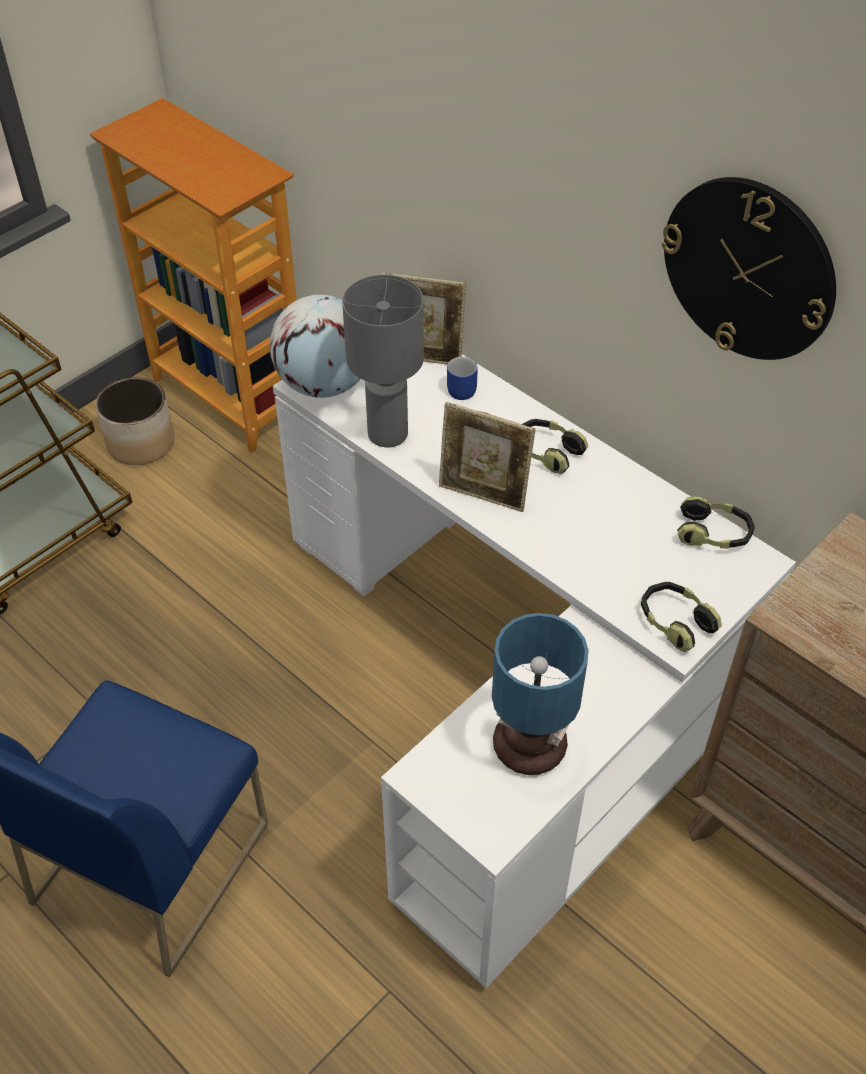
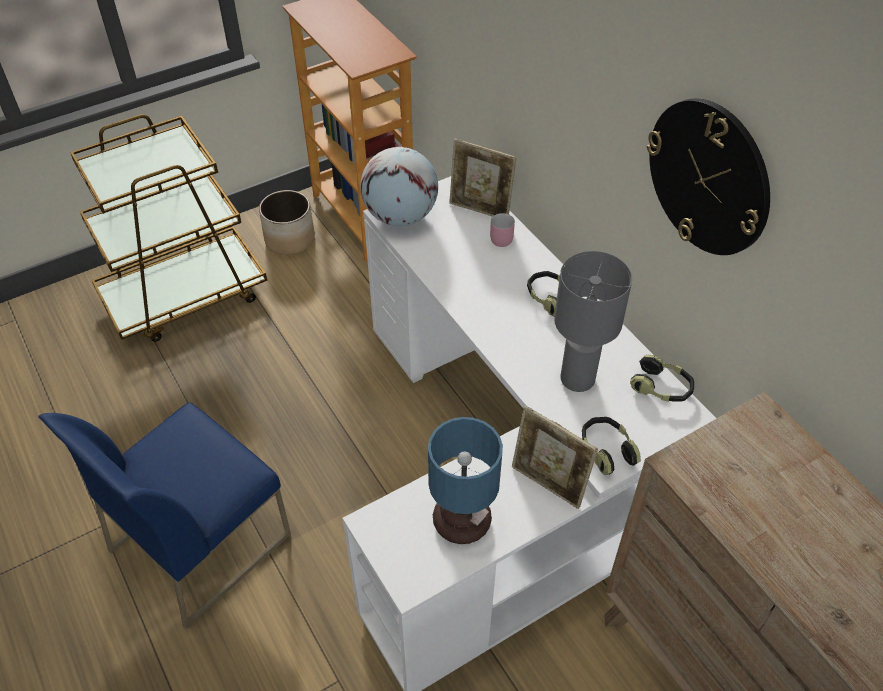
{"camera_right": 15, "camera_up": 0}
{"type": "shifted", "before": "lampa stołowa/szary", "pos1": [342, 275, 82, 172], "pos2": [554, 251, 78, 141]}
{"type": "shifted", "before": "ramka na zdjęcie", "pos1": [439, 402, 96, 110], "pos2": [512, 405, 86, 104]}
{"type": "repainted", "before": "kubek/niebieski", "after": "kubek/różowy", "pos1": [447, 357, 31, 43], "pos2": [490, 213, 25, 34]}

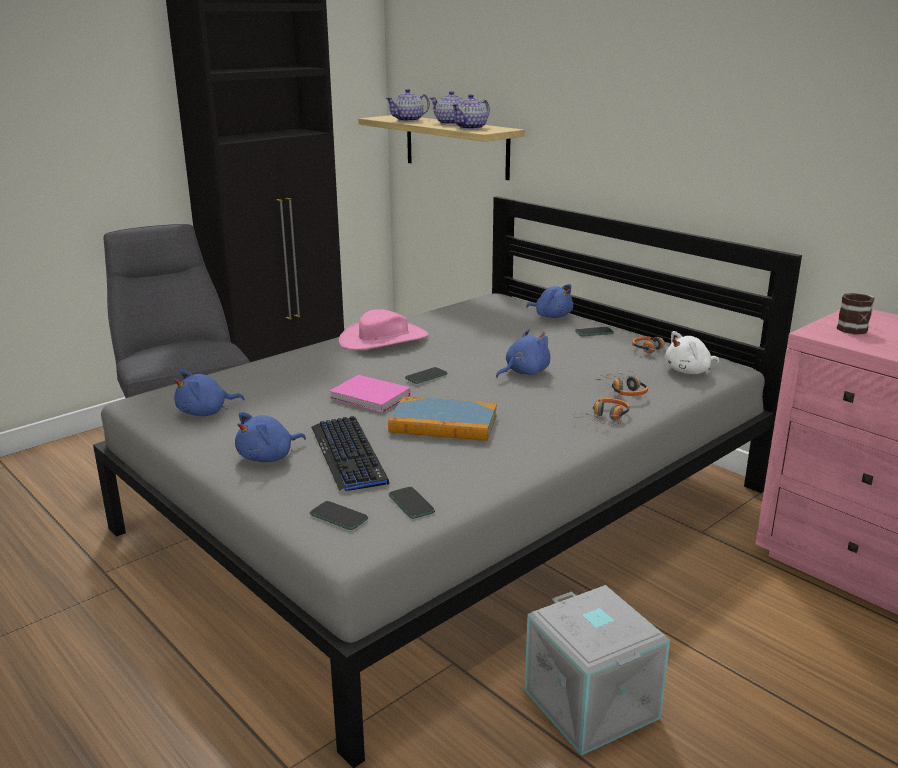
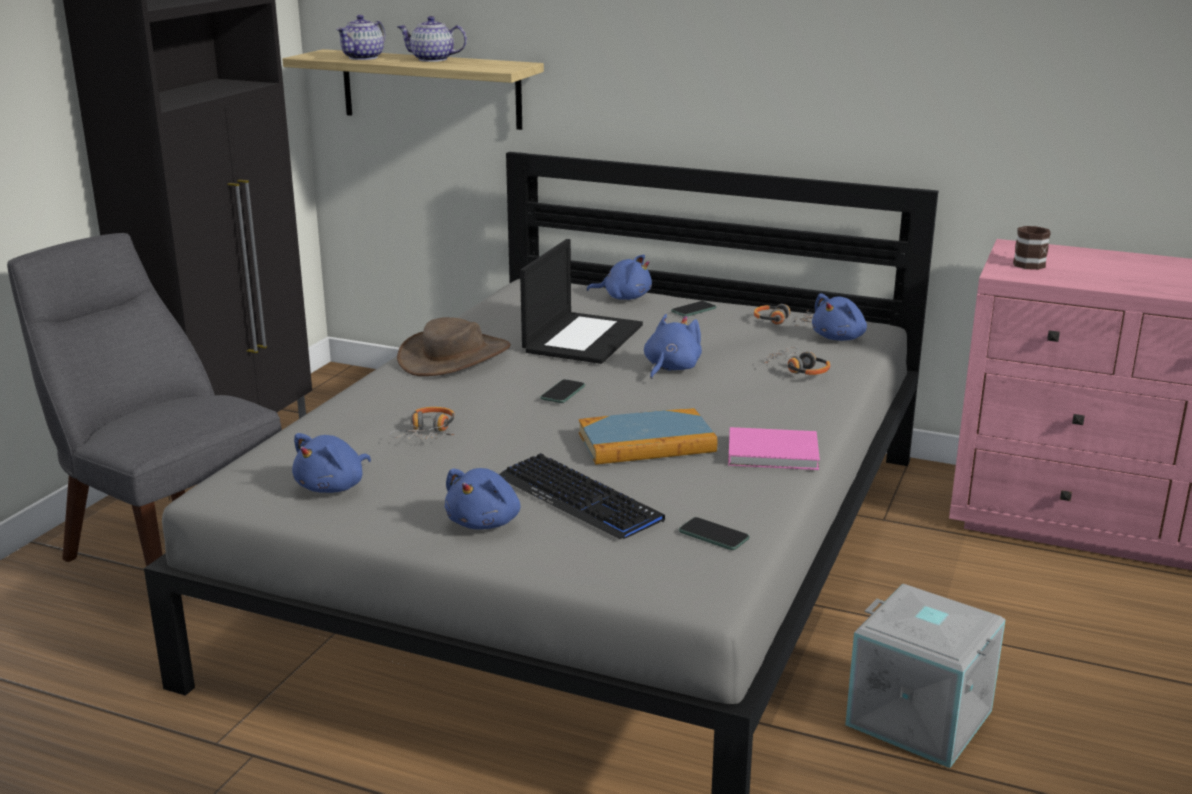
{"camera_right": -25, "camera_up": 0}
{"type": "gone", "before": "telefon", "pos1": [310, 501, 58, 29]}
{"type": "gone", "before": "imbryk", "pos1": [451, 94, 39, 36]}
{"type": "new", "after": "laptop", "pos2": [520, 239, 123, 125]}
{"type": "shifted", "before": "książka/różowy", "pos1": [329, 375, 81, 37], "pos2": [728, 427, 92, 43]}
{"type": "shifted", "before": "słuchawki", "pos1": [573, 398, 57, 27], "pos2": [390, 407, 65, 32]}
{"type": "repainted", "before": "kapelusz/różowy", "after": "kapelusz/brązowy", "pos1": [339, 309, 90, 41], "pos2": [397, 317, 114, 59]}
{"type": "repainted", "before": "pluszak/biały", "after": "pluszak/niebieski", "pos1": [665, 331, 54, 43], "pos2": [812, 293, 55, 48]}

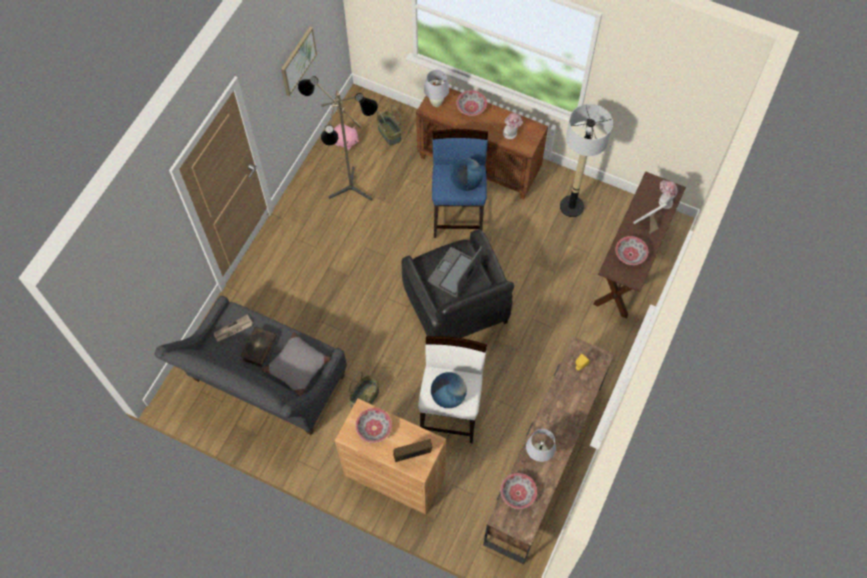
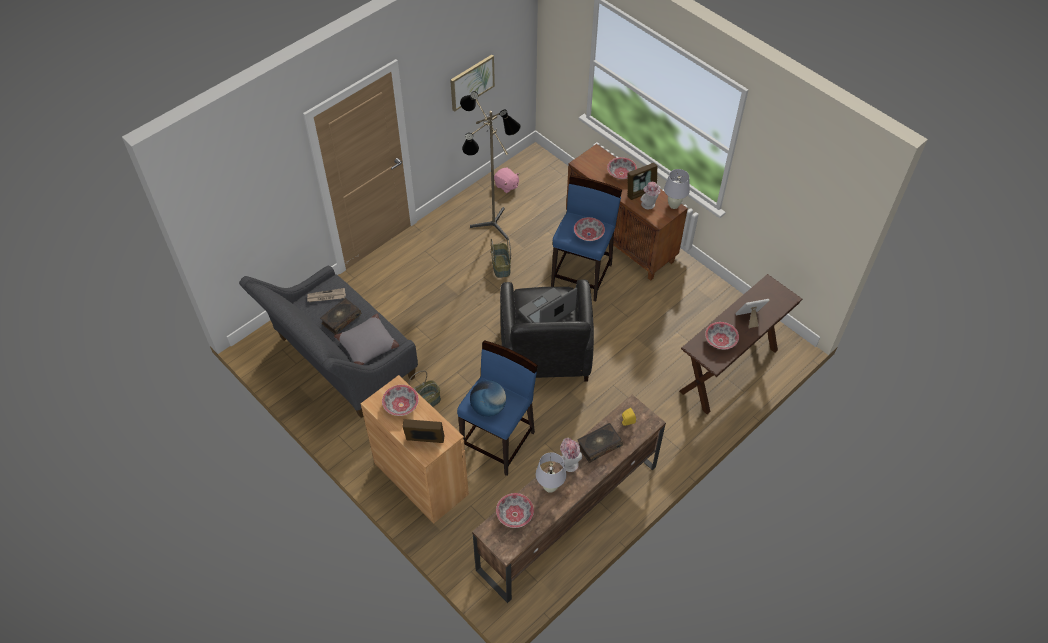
{"camera_right": 20, "camera_up": -10}
{"type": "gone", "before": "lampa stojąca", "pos1": [560, 104, 53, 113]}
{"type": "new", "after": "książka", "pos2": [578, 423, 45, 40]}
{"type": "new", "after": "ramka na zdjęcie", "pos2": [628, 163, 29, 37]}
{"type": "shifted", "before": "koszyk", "pos1": [376, 105, 26, 41], "pos2": [491, 237, 20, 41]}
{"type": "shifted", "before": "lampa stołowa/biały", "pos1": [424, 70, 25, 37], "pos2": [664, 169, 26, 40]}
{"type": "shifted", "before": "kapelusz", "pos1": [659, 180, 19, 29], "pos2": [560, 438, 22, 34]}
{"type": "swapped", "before": "globus", "after": "miska", "pos1": [450, 158, 33, 33], "pos2": [574, 217, 31, 24]}
{"type": "repainted", "before": "stołek/biały", "after": "stołek/niebieski", "pos1": [418, 336, 69, 108], "pos2": [457, 340, 81, 136]}

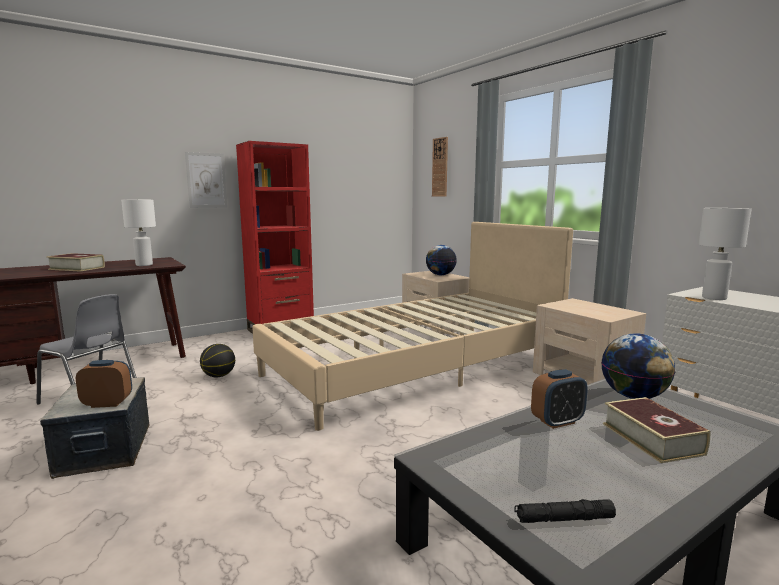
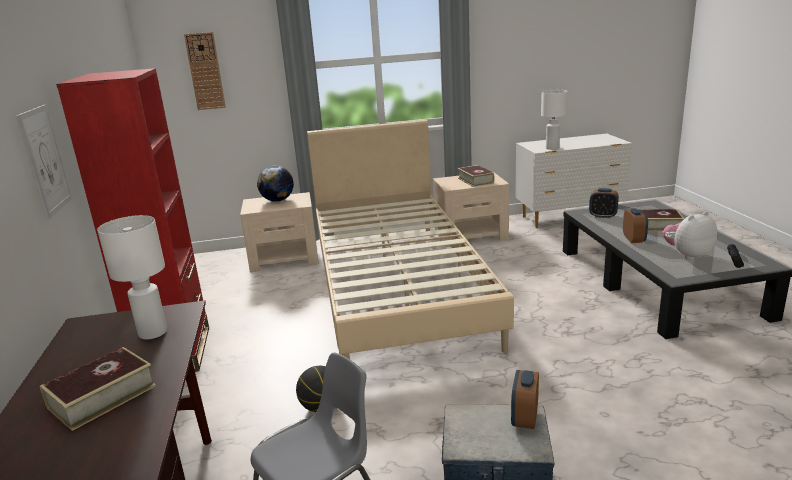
{"camera_right": -65, "camera_up": 10}
{"type": "new", "after": "książka", "pos2": [458, 165, 36, 22]}
{"type": "new", "after": "pluszak", "pos2": [663, 211, 54, 49]}
{"type": "swapped", "before": "globus", "after": "budzik", "pos1": [601, 334, 74, 65], "pos2": [589, 188, 30, 30]}

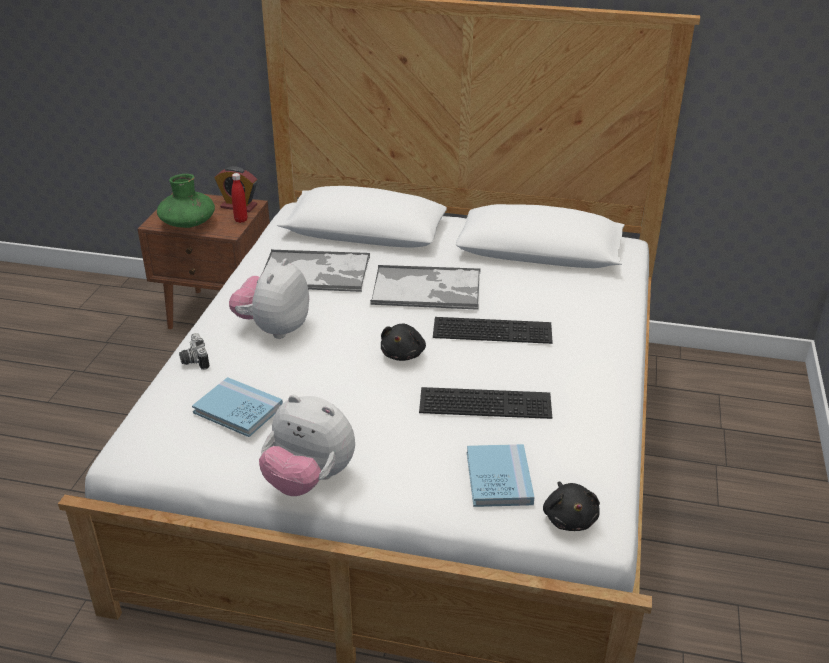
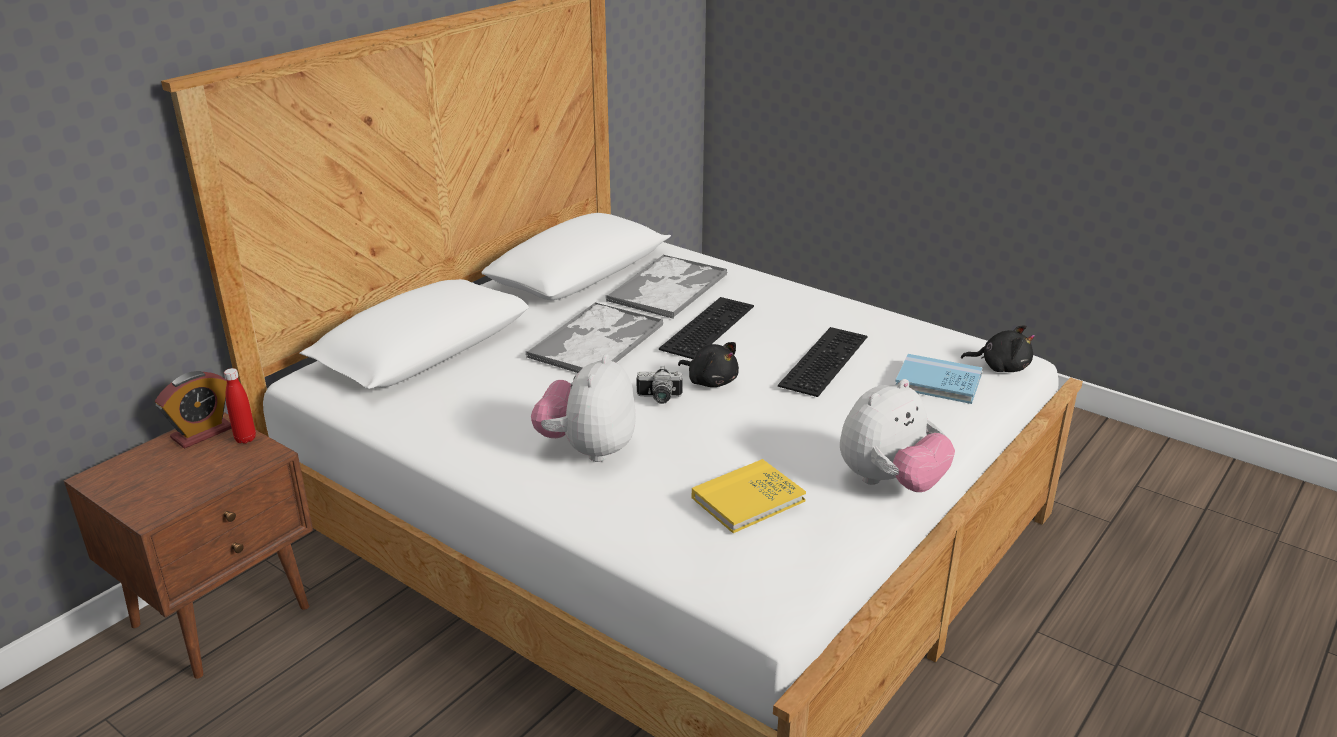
{"camera_right": -65, "camera_up": -5}
{"type": "gone", "before": "wazon/zielony", "pos1": [157, 174, 58, 54]}
{"type": "shifted", "before": "aparat fotograficzny", "pos1": [179, 333, 30, 37], "pos2": [636, 366, 47, 38]}
{"type": "shifted", "before": "taca", "pos1": [263, 250, 107, 42], "pos2": [606, 255, 121, 64]}
{"type": "repainted", "before": "książka/niebieski", "after": "książka/żółty", "pos1": [192, 377, 91, 60], "pos2": [692, 459, 114, 74]}
{"type": "rotated", "before": "pluszak", "pos1": [229, 258, 80, 81], "pos2": [531, 354, 105, 108], "turn": 60}

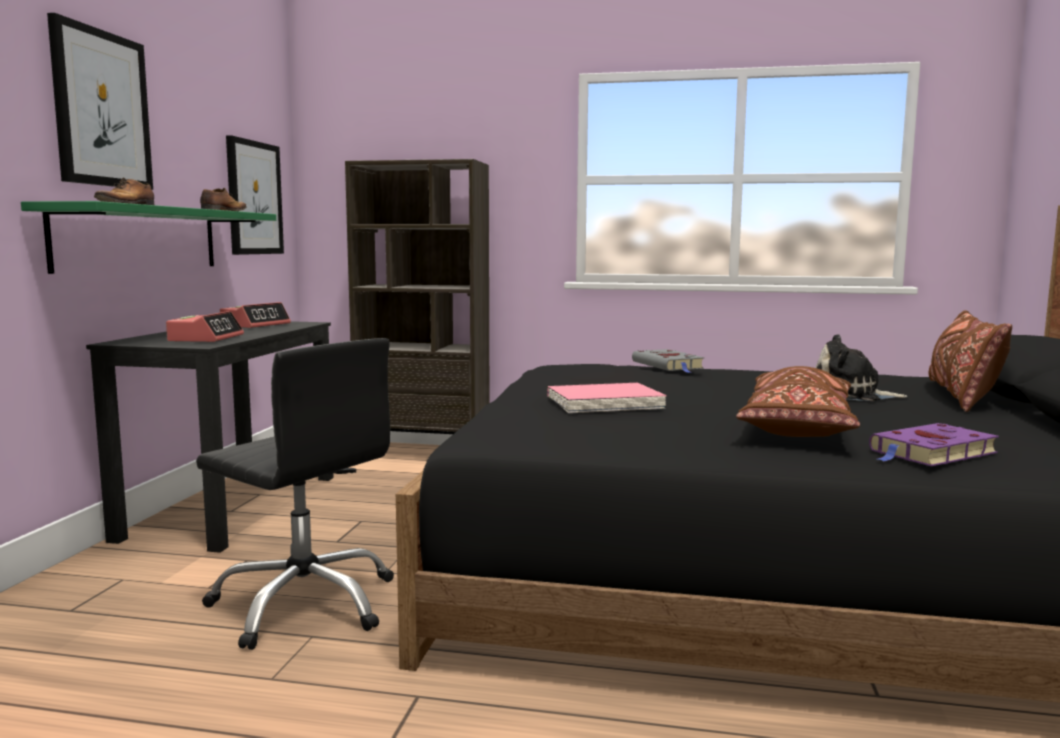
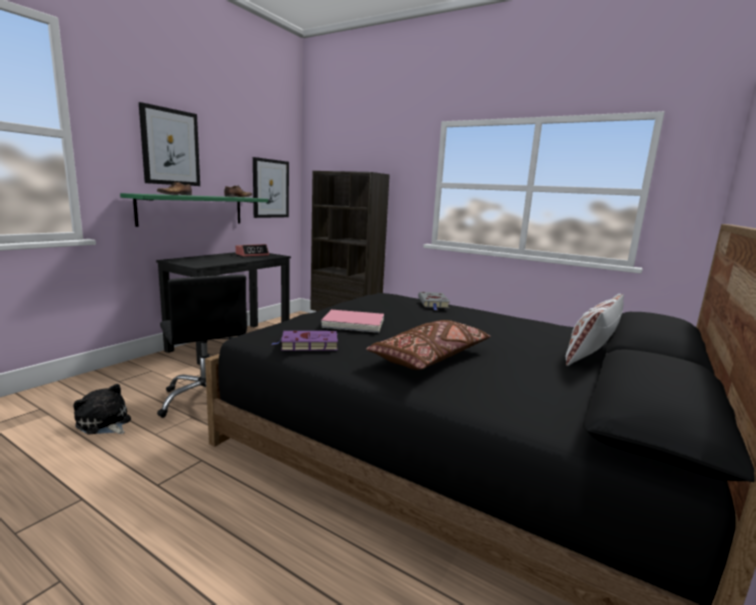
{"camera_right": 20, "camera_up": 5}
{"type": "gone", "before": "budzik", "pos1": [166, 311, 78, 31]}
{"type": "shifted", "before": "pluszak", "pos1": [816, 334, 92, 67], "pos2": [73, 384, 58, 51]}
{"type": "shifted", "before": "książka/fioletowy", "pos1": [869, 423, 130, 43], "pos2": [271, 331, 67, 20]}
{"type": "repainted", "before": "poduszka/brązowy", "after": "poduszka/biały", "pos1": [929, 310, 83, 102], "pos2": [566, 294, 58, 72]}

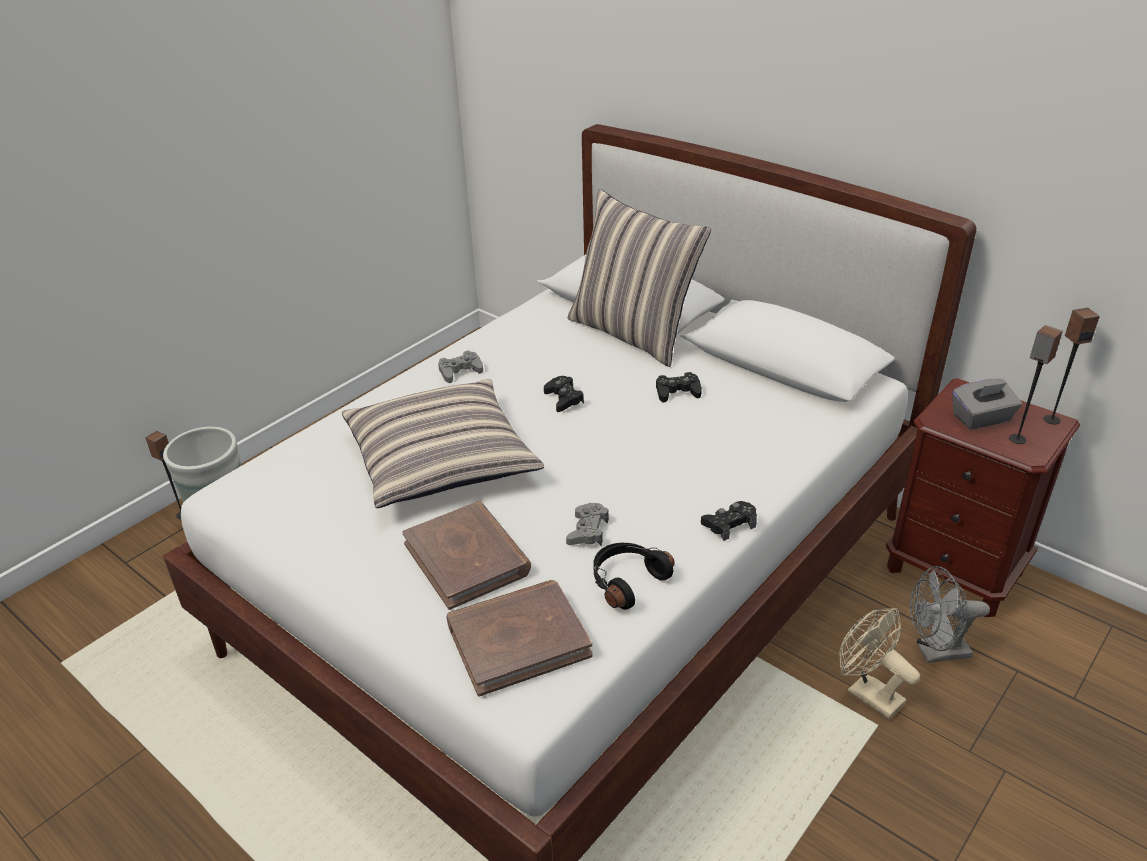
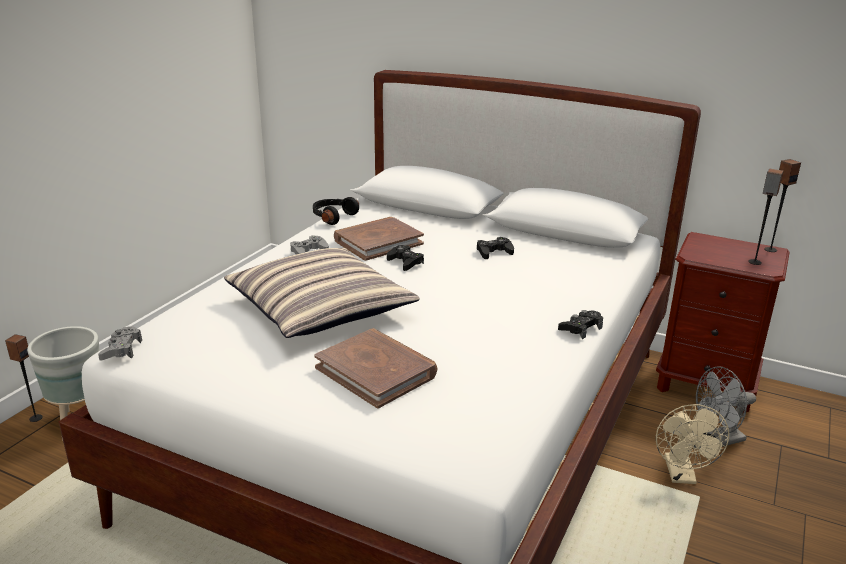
{"camera_right": -15, "camera_up": -10}
{"type": "gone", "before": "poduszka", "pos1": [568, 189, 143, 178]}
{"type": "gone", "before": "pudełko chusteczek/szary", "pos1": [952, 379, 70, 50]}
{"type": "shifted", "before": "książka/brązowy", "pos1": [447, 580, 146, 117], "pos2": [334, 217, 90, 44]}
{"type": "shifted", "before": "pad do gier/szary", "pos1": [566, 503, 43, 43], "pos2": [98, 326, 44, 35]}
{"type": "shifted", "before": "słuchawki/czarny", "pos1": [594, 543, 81, 67], "pos2": [313, 197, 46, 28]}
{"type": "rotated", "before": "wentylator/beżowy", "pos1": [839, 608, 81, 111], "pos2": [656, 404, 73, 80], "turn": -120}

